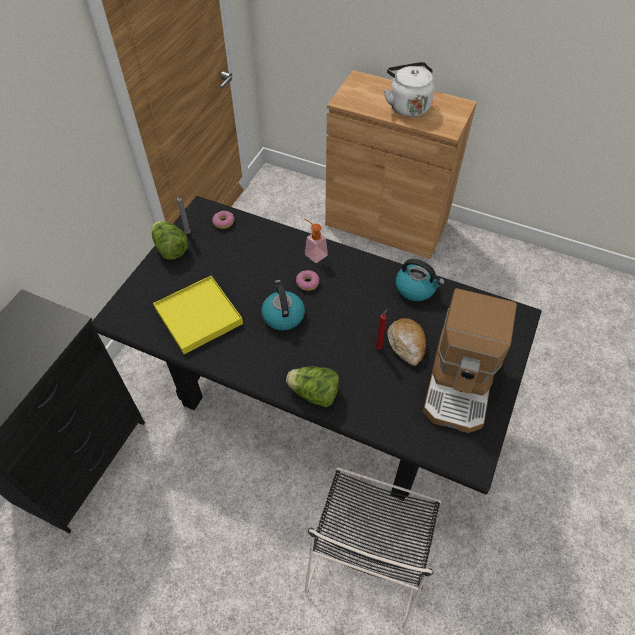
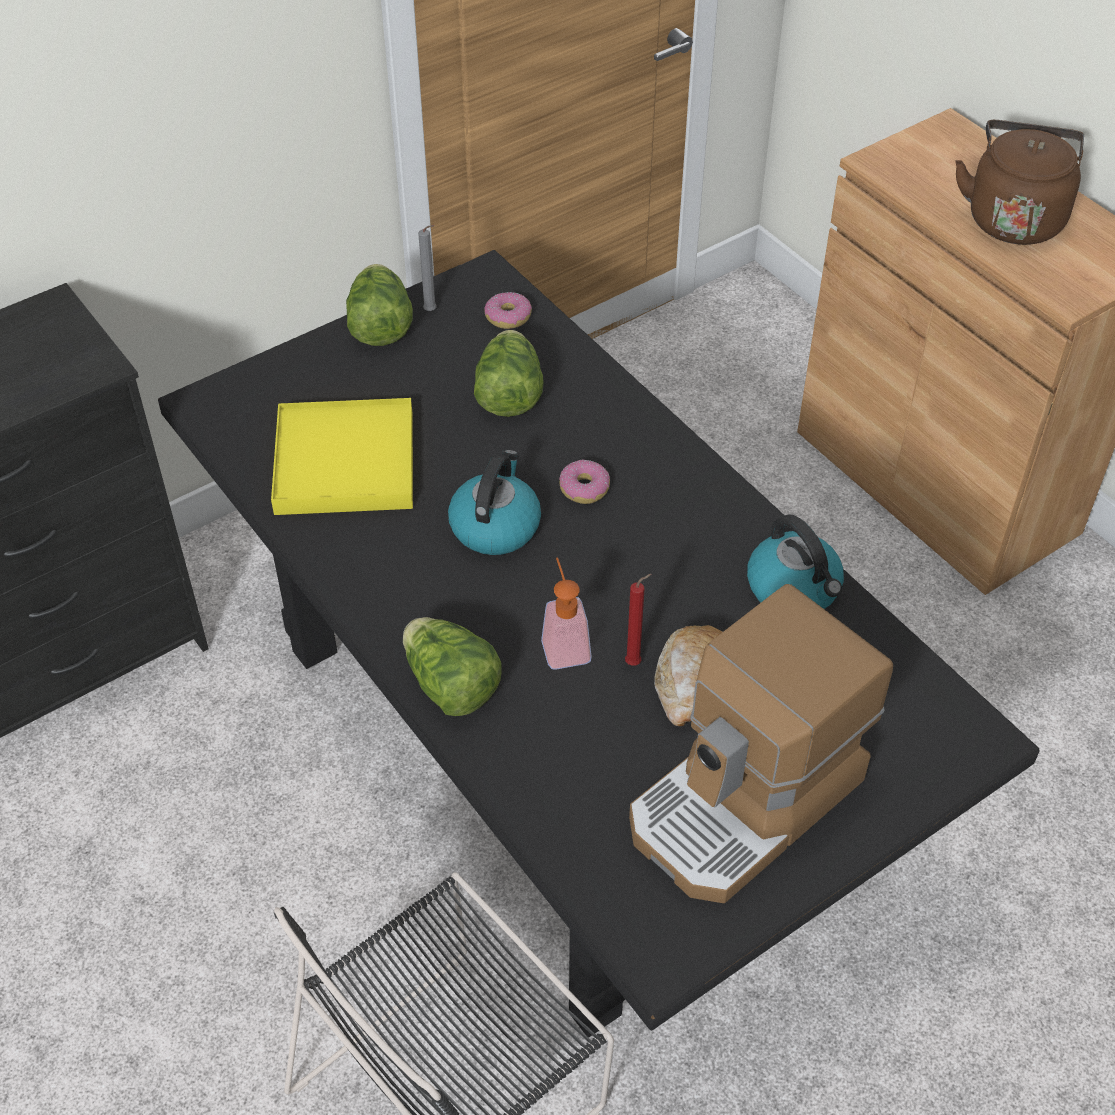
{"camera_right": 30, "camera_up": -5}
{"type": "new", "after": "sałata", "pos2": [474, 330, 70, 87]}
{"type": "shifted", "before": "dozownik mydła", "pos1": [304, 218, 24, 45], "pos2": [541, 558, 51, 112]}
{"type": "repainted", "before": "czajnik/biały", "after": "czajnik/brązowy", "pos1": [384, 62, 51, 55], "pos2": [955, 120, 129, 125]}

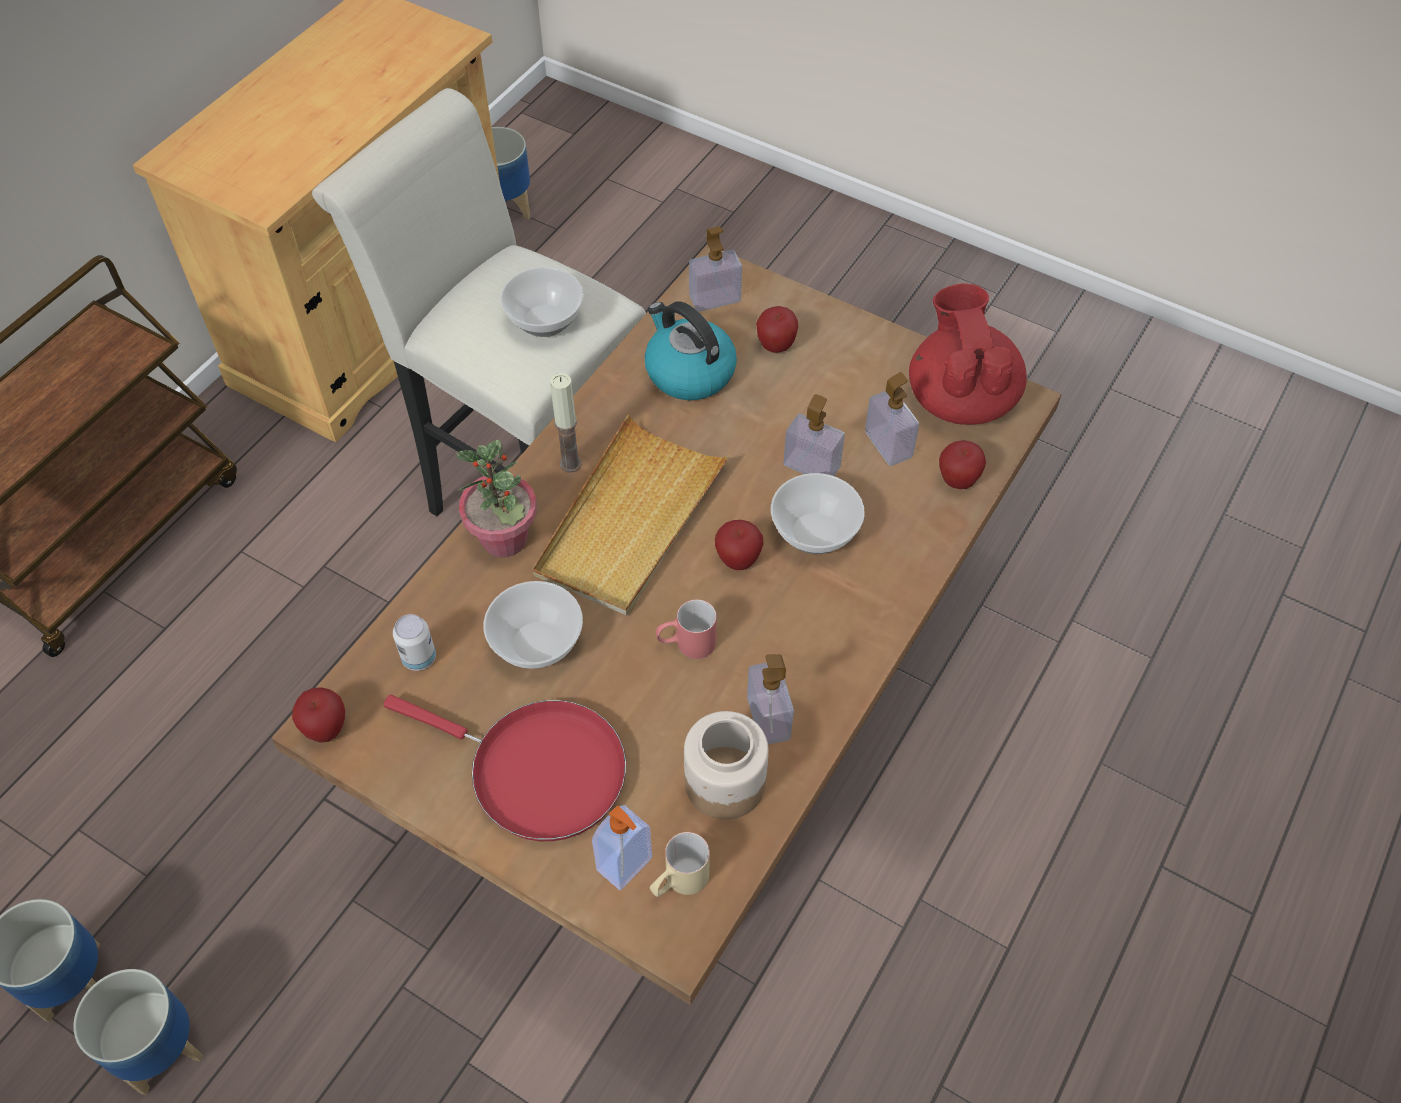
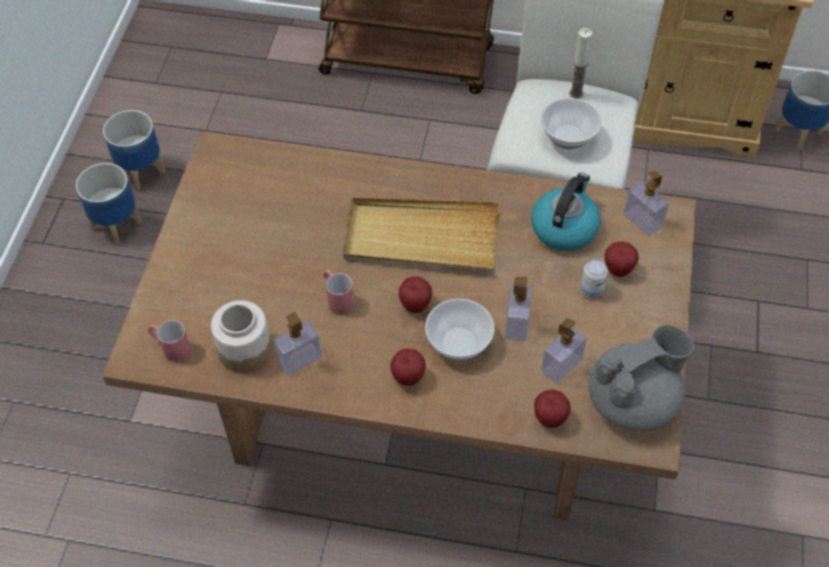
{"camera_right": 70, "camera_up": 0}
{"type": "gone", "before": "patelnia/czerwony", "pos1": [383, 695, 243, 146]}
{"type": "gone", "before": "roślina doniczkowa", "pos1": [457, 440, 80, 118]}
{"type": "gone", "before": "miska", "pos1": [483, 581, 100, 88]}
{"type": "gone", "before": "dozownik mydła", "pos1": [592, 805, 60, 85]}
{"type": "shifted", "before": "jabłko", "pos1": [292, 687, 53, 56], "pos2": [390, 349, 36, 37]}
{"type": "shifted", "before": "puszka", "pos1": [393, 614, 43, 57], "pos2": [580, 259, 28, 39]}
{"type": "shifted", "before": "świeca", "pos1": [550, 373, 32, 100], "pos2": [569, 28, 23, 71]}
{"type": "repainted", "before": "kubek/beżowy", "after": "kubek/czerwony", "pos1": [650, 832, 60, 65], "pos2": [148, 320, 43, 42]}
{"type": "repainted", "before": "imbryk/czerwony", "after": "imbryk/szary", "pos1": [909, 283, 118, 142], "pos2": [588, 325, 107, 106]}

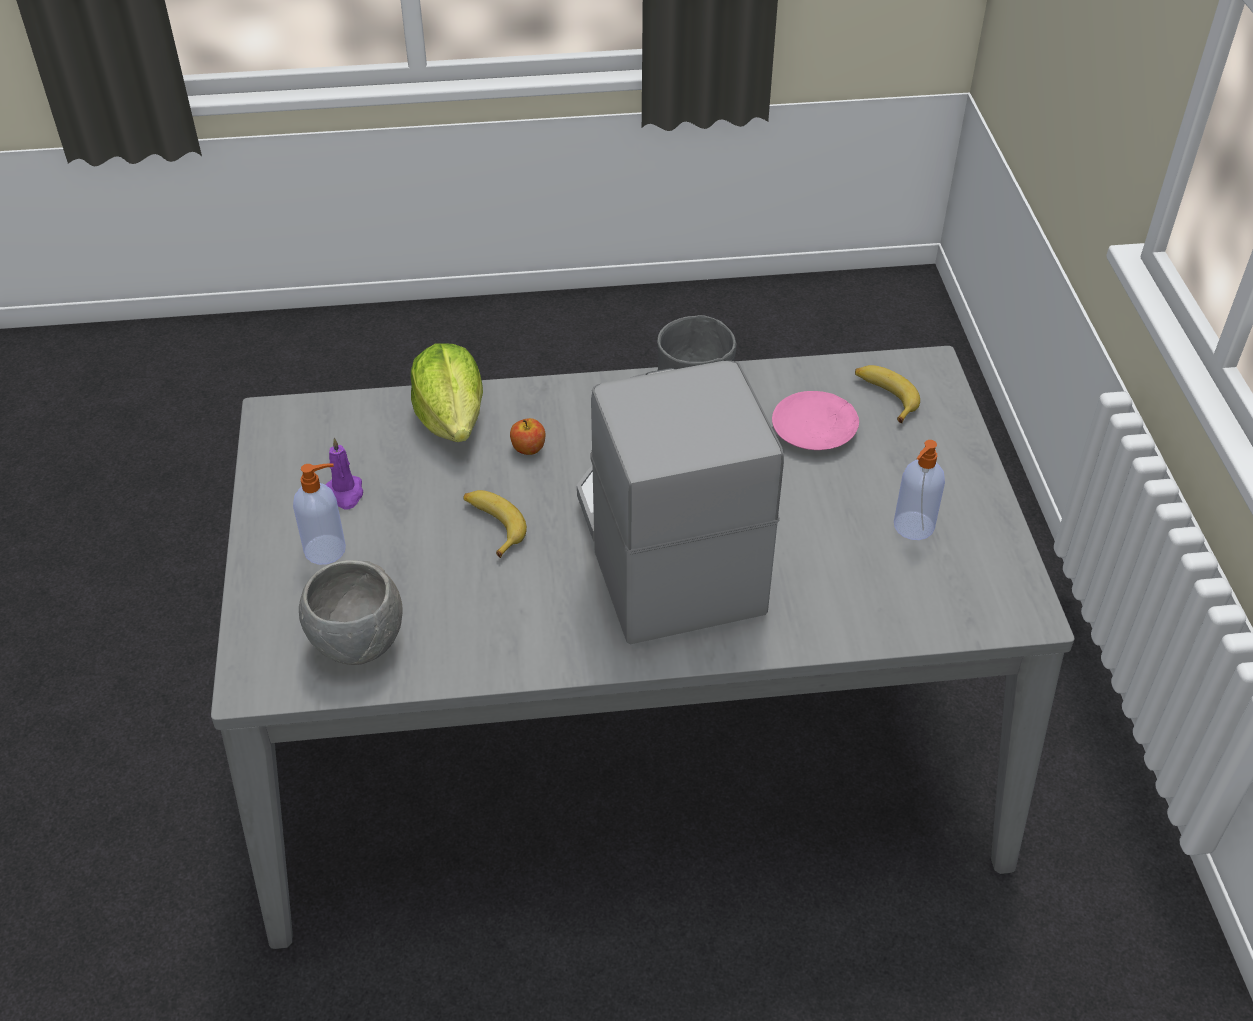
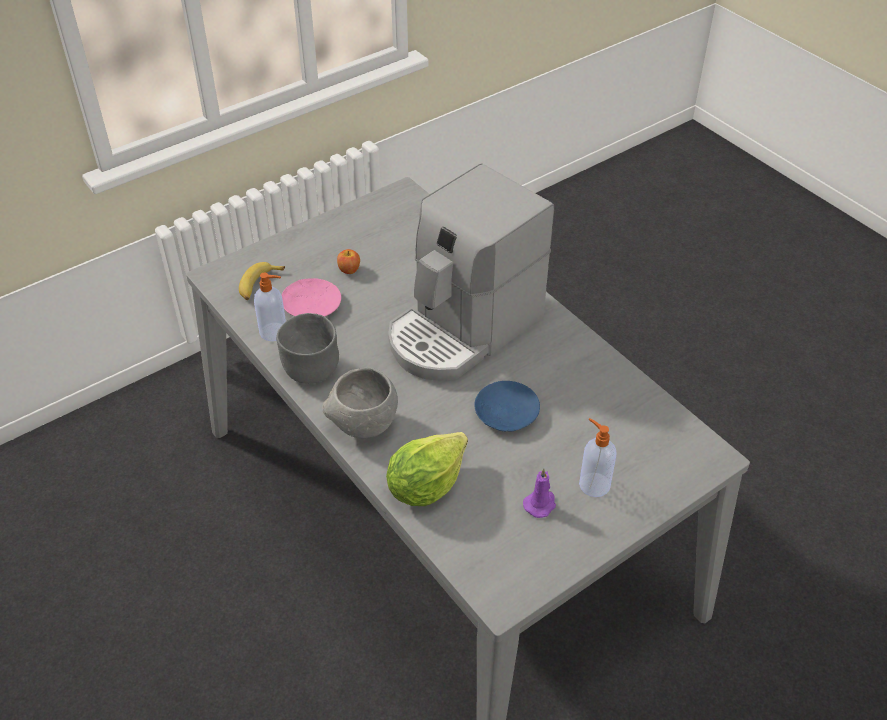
{"camera_right": -120, "camera_up": 0}
{"type": "shifted", "before": "miska/szary", "pos1": [299, 560, 103, 105], "pos2": [322, 368, 76, 71]}
{"type": "shifted", "before": "jabłko", "pos1": [510, 418, 35, 37], "pos2": [337, 249, 23, 25]}
{"type": "shifted", "before": "dozownik mydła", "pos1": [894, 440, 51, 100], "pos2": [254, 273, 32, 68]}
{"type": "swapped", "before": "banan", "after": "talerz/niebieski", "pos1": [463, 490, 64, 68], "pos2": [474, 381, 66, 51]}

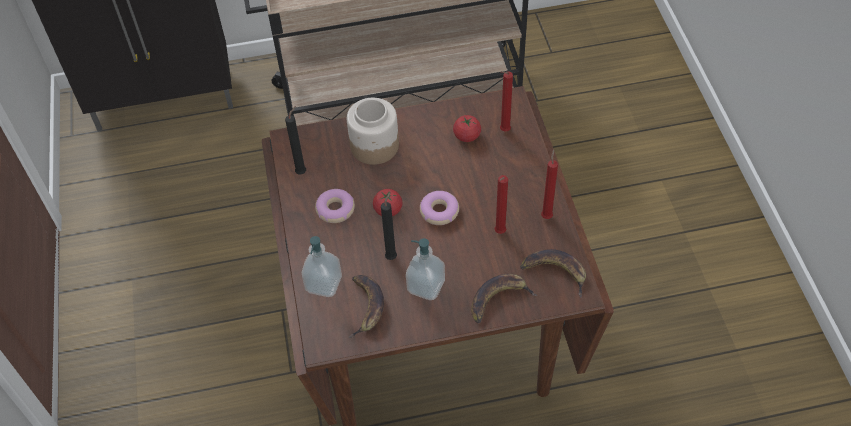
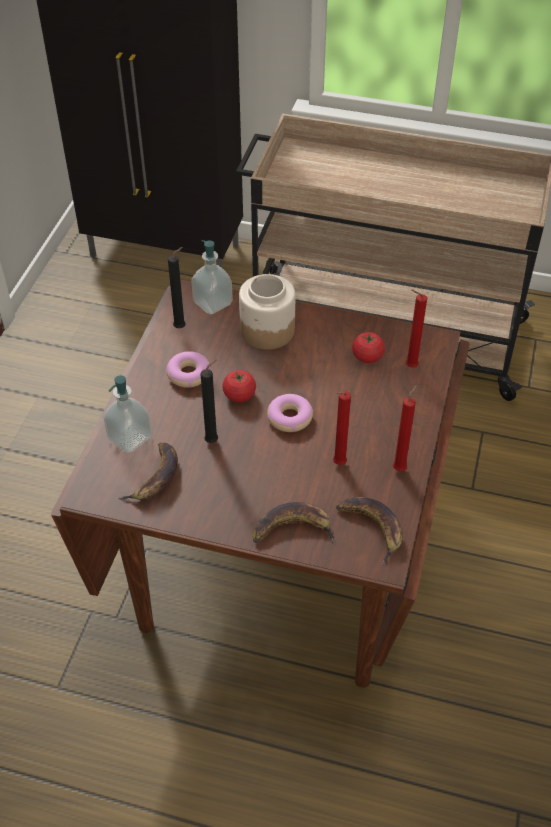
{"camera_right": 25, "camera_up": -5}
{"type": "shifted", "before": "dozownik mydła", "pos1": [406, 238, 39, 62], "pos2": [191, 240, 42, 75]}

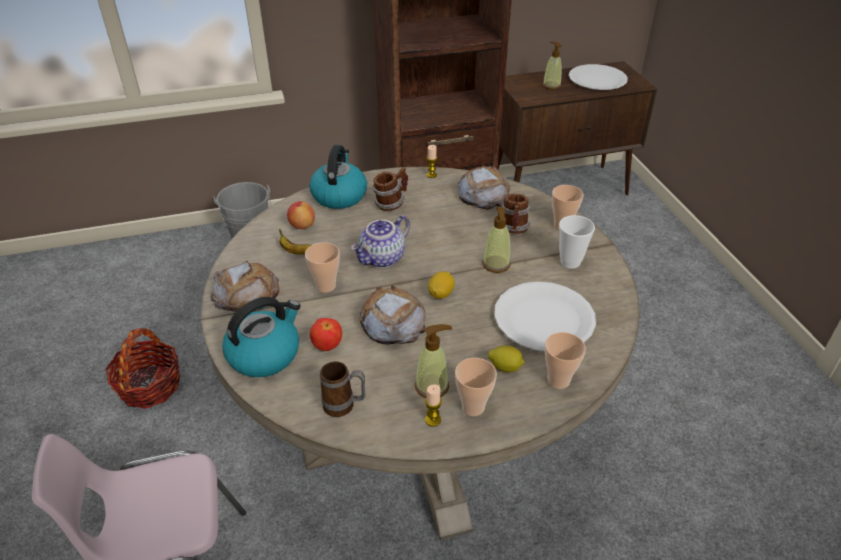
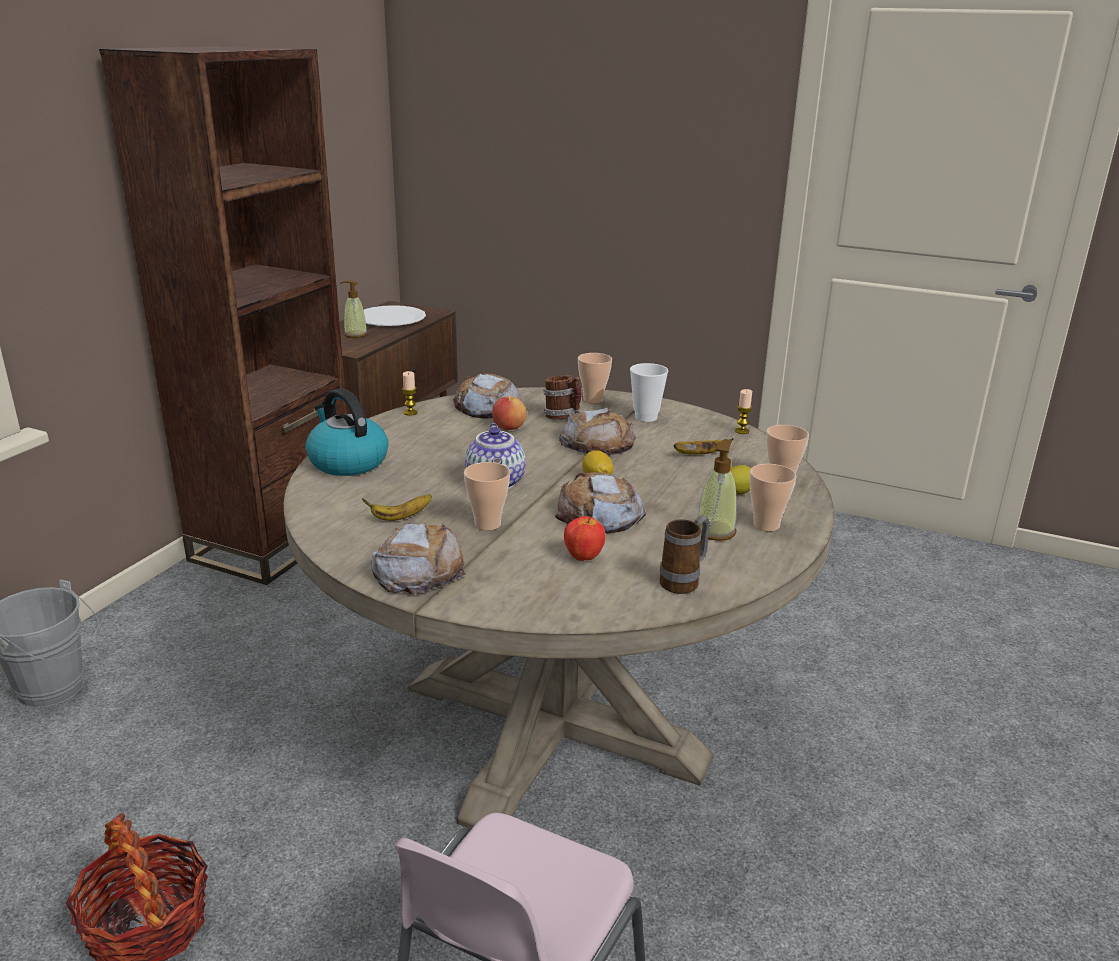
{"camera_right": -50, "camera_up": -15}
{"type": "gone", "before": "czajnik", "pos1": [222, 297, 79, 80]}
{"type": "gone", "before": "kubek", "pos1": [373, 167, 35, 44]}
{"type": "shifted", "before": "jabłko", "pos1": [287, 201, 28, 28], "pos2": [492, 396, 35, 34]}
{"type": "shifted", "before": "świeca", "pos1": [425, 384, 17, 43], "pos2": [735, 389, 17, 45]}
{"type": "swapped", "before": "dozownik mydła", "after": "chleb", "pos1": [482, 207, 29, 66], "pos2": [559, 408, 77, 47]}
{"type": "swapped", "before": "talerz/biały", "after": "banan", "pos1": [494, 281, 102, 71], "pos2": [674, 438, 60, 17]}

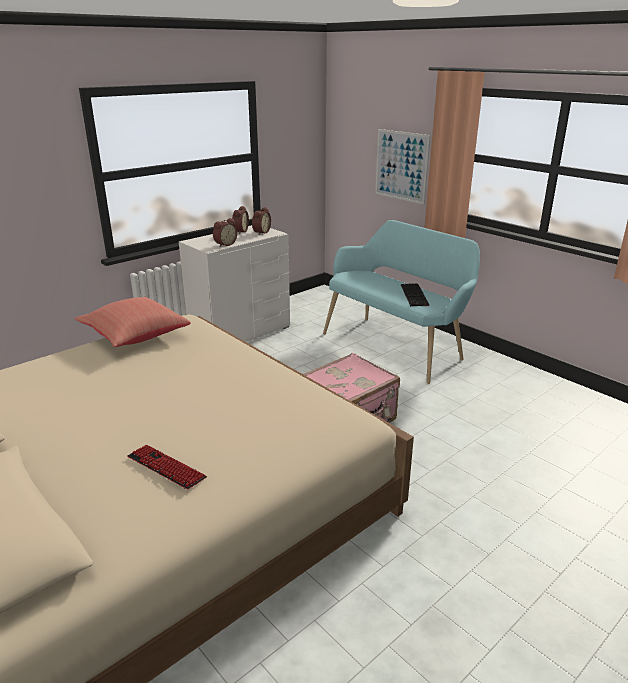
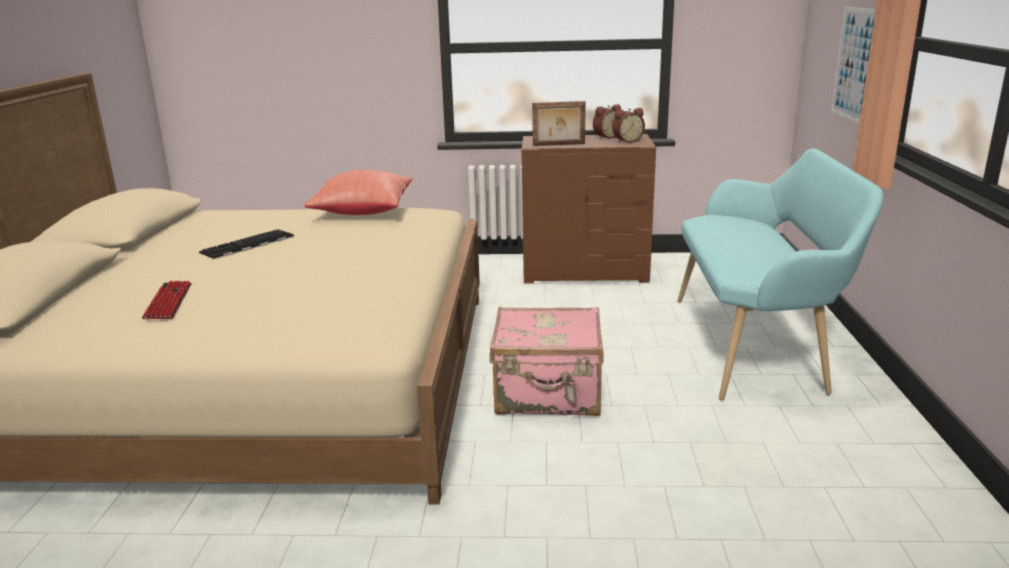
{"camera_right": 45, "camera_up": -5}
{"type": "shifted", "before": "klawiatura", "pos1": [401, 283, 28, 23], "pos2": [199, 229, 95, 30]}
{"type": "swapped", "before": "budzik", "after": "ramka na zdjęcie", "pos1": [213, 218, 24, 29], "pos2": [532, 101, 54, 45]}
{"type": "repainted", "before": "komoda/biały", "after": "komoda/brązowy", "pos1": [179, 225, 111, 117], "pos2": [522, 134, 134, 150]}

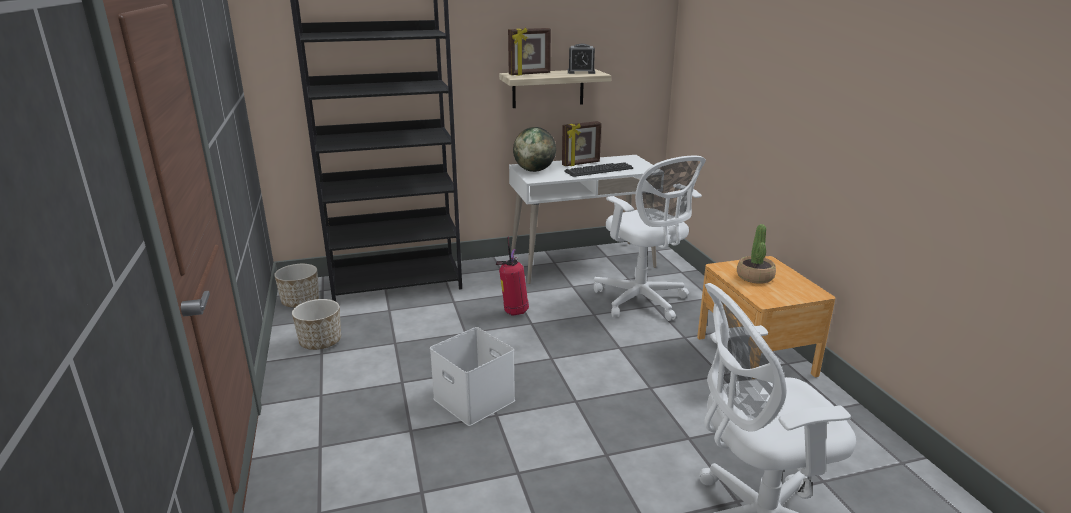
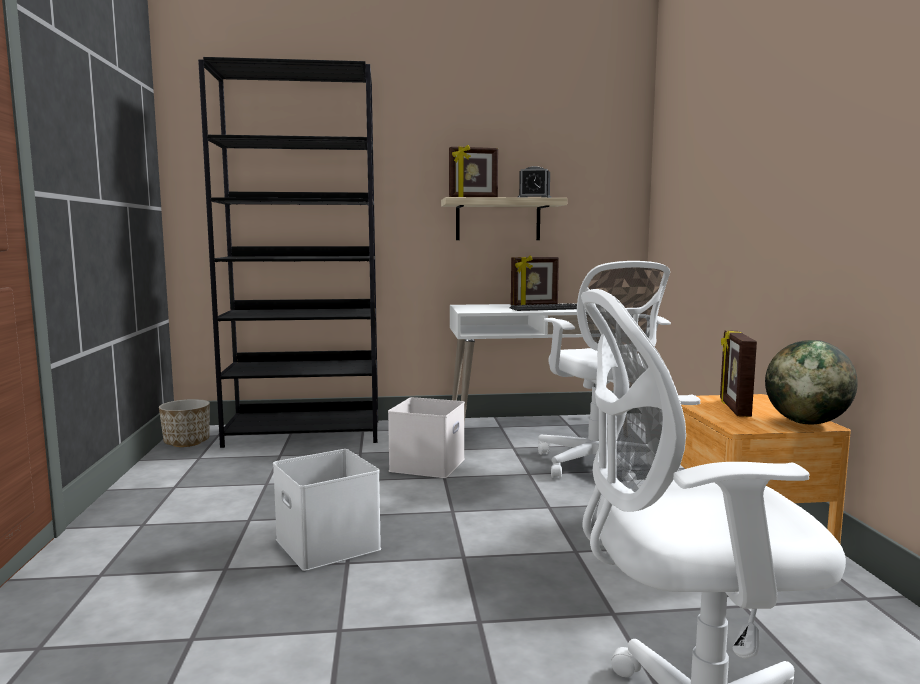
{"camera_right": 10, "camera_up": -15}
{"type": "gone", "before": "donica", "pos1": [292, 299, 49, 51]}
{"type": "shifted", "before": "globus", "pos1": [513, 127, 43, 45], "pos2": [765, 340, 93, 84]}
{"type": "swapped", "before": "gaśnica", "after": "pojemnik do przechowywania/biały", "pos1": [496, 237, 33, 79], "pos2": [388, 397, 77, 81]}
{"type": "swapped", "before": "roślina doniczkowa", "after": "ramka na zdjęcie", "pos1": [737, 224, 39, 60], "pos2": [720, 330, 37, 87]}

